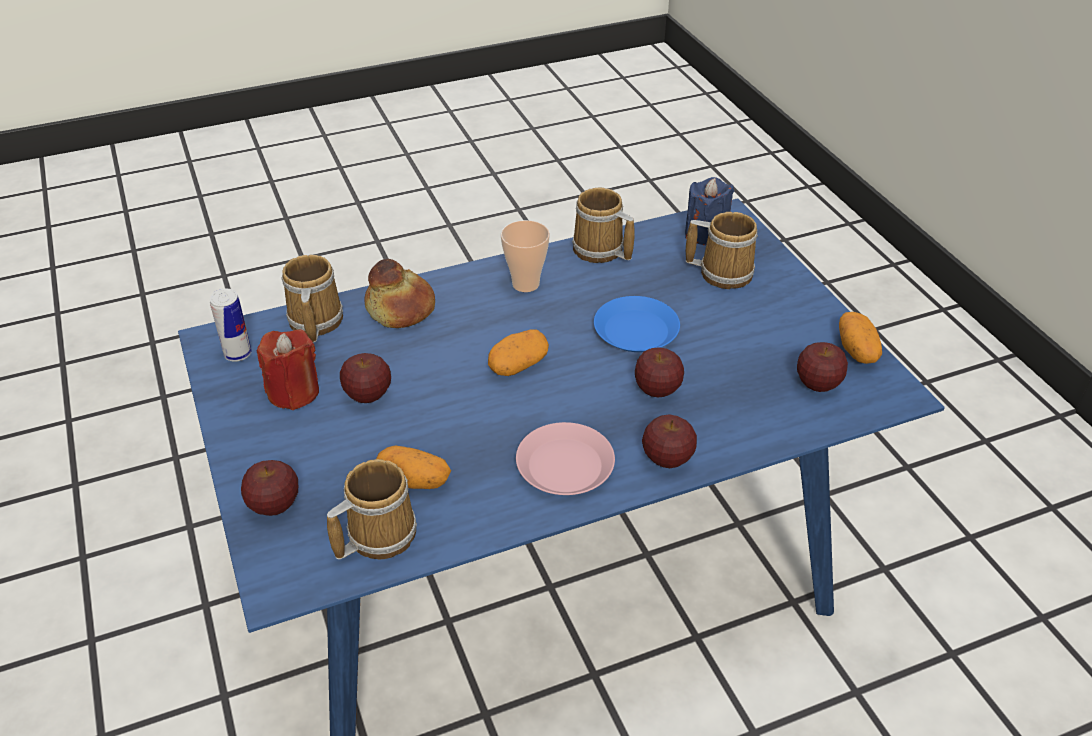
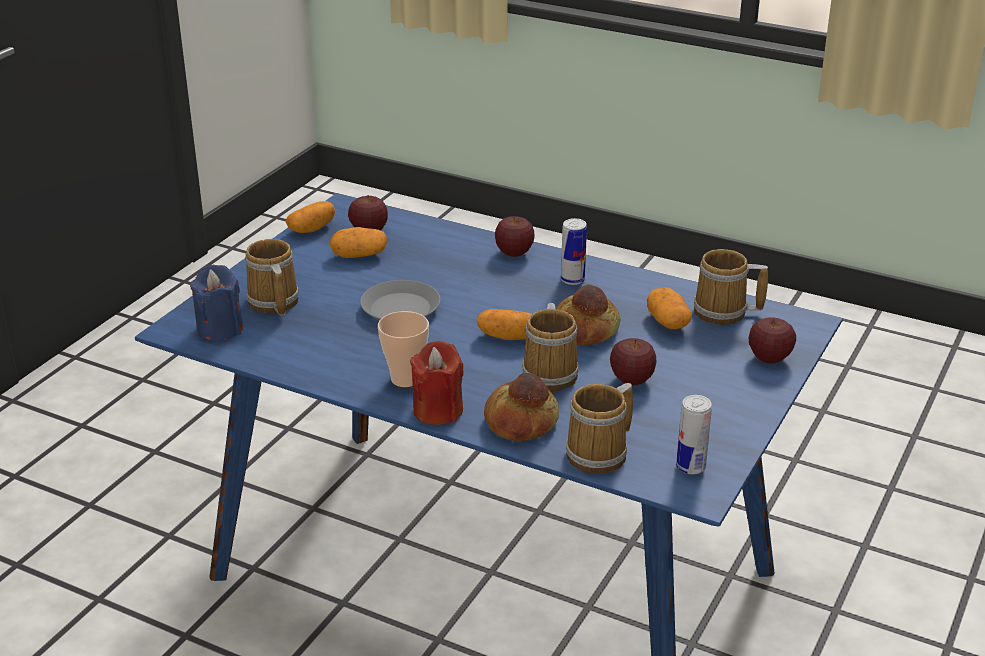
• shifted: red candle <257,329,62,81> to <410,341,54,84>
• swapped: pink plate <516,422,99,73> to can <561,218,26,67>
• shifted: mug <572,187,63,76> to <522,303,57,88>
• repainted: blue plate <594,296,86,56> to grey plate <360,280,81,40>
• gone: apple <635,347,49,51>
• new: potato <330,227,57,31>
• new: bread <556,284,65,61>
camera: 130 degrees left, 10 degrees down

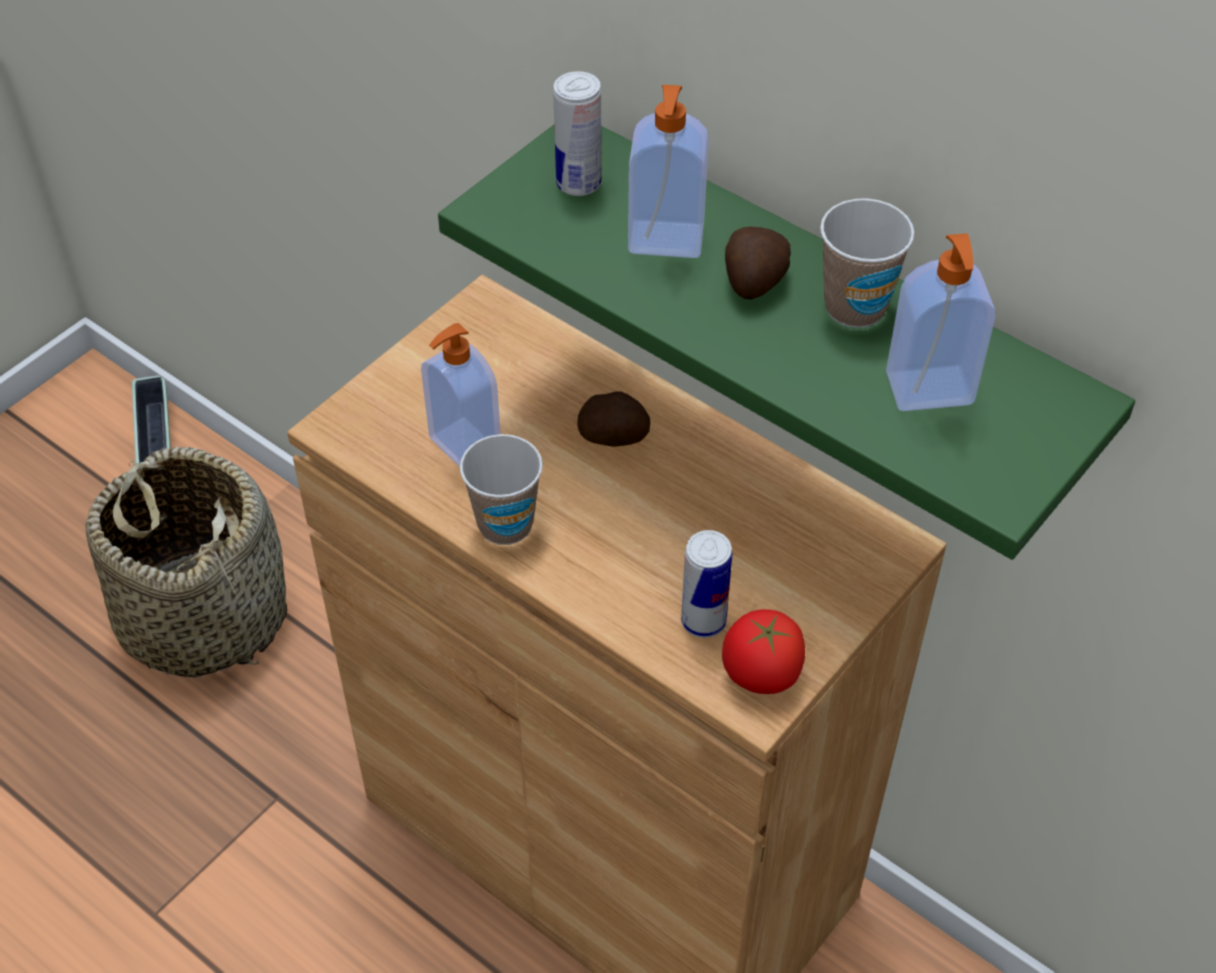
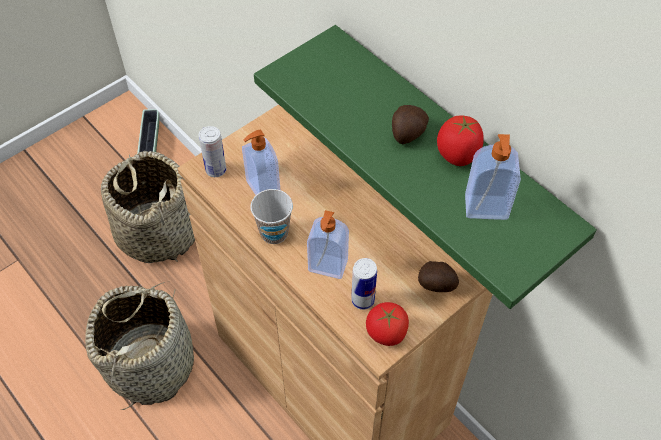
• shifted: can <553,71,49,125> to <199,126,27,51>
• shifted: potato <577,392,73,55> to <418,261,41,31>
• shifted: soap dispenser <628,85,81,173> to <307,210,42,69>
• swapped: cup <820,199,95,129> to tomato <437,116,47,50>
• new: basket <85,282,109,128>
camera: 10 degrees right, 5 degrees up

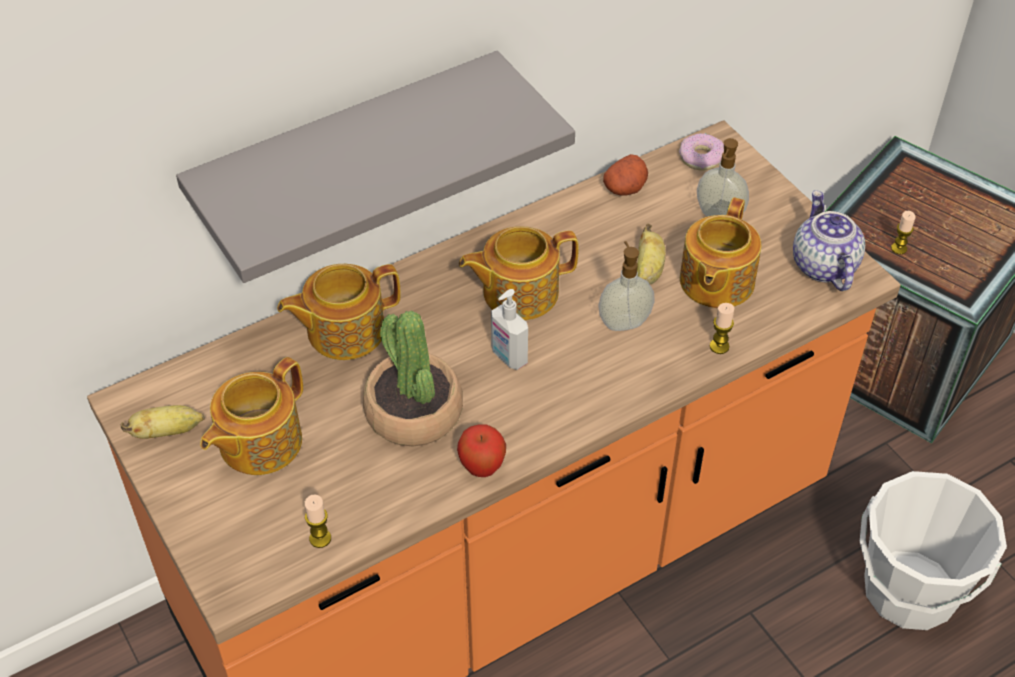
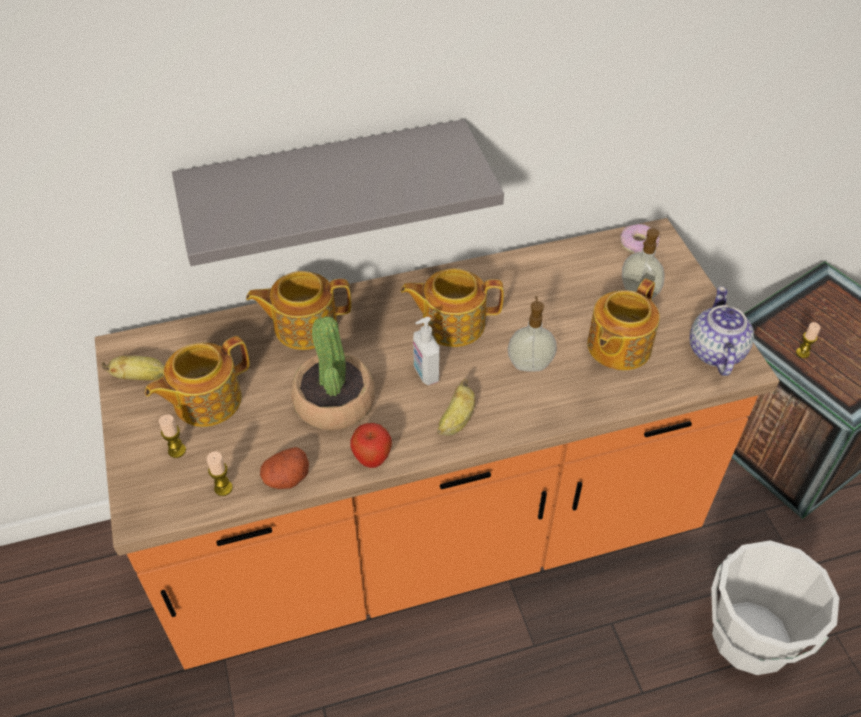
• shifted: potato <603,154,45,42> to <260,447,49,42>
• shifted: banana <637,224,29,60> to <437,378,38,58>
• shifted: candle <710,303,24,51> to <159,414,27,44>
camera: 15 degrees right, 0 degrees up

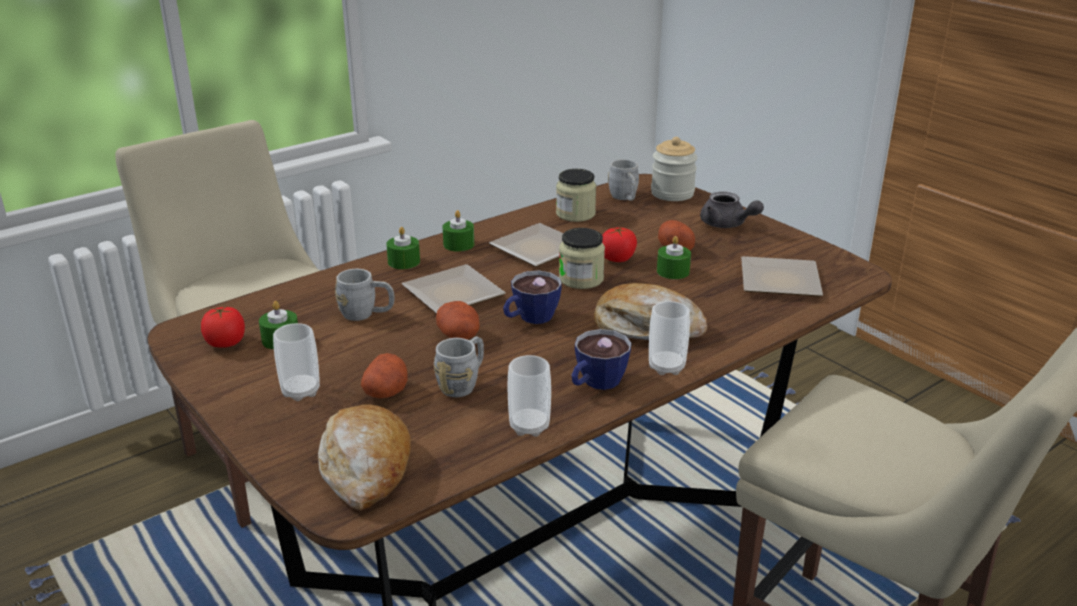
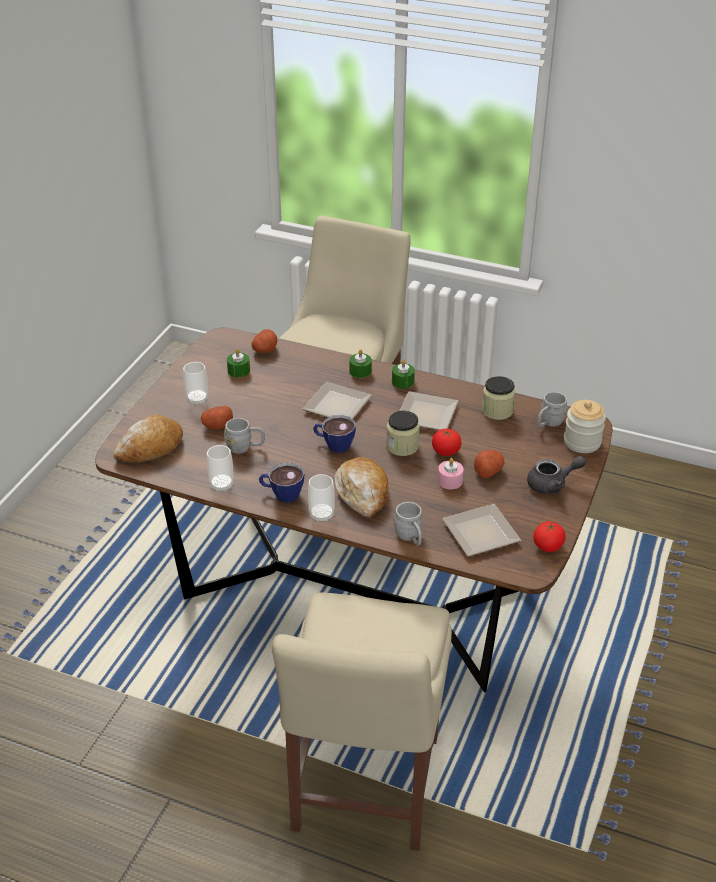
• shifted: tomato <201,305,44,43> to <533,521,33,31>
• shifted: grey mug <335,269,60,52> to <394,502,29,44>
• shifted: potato <436,301,44,39> to <251,329,26,24>
• repainted: green candle <657,236,34,43> to pink candle <438,458,26,31>
• rotated: grey teapot <700,192,64,36> = <527,456,59,38> 120 degrees counterclockwise
camera: 60 degrees right, 10 degrees up

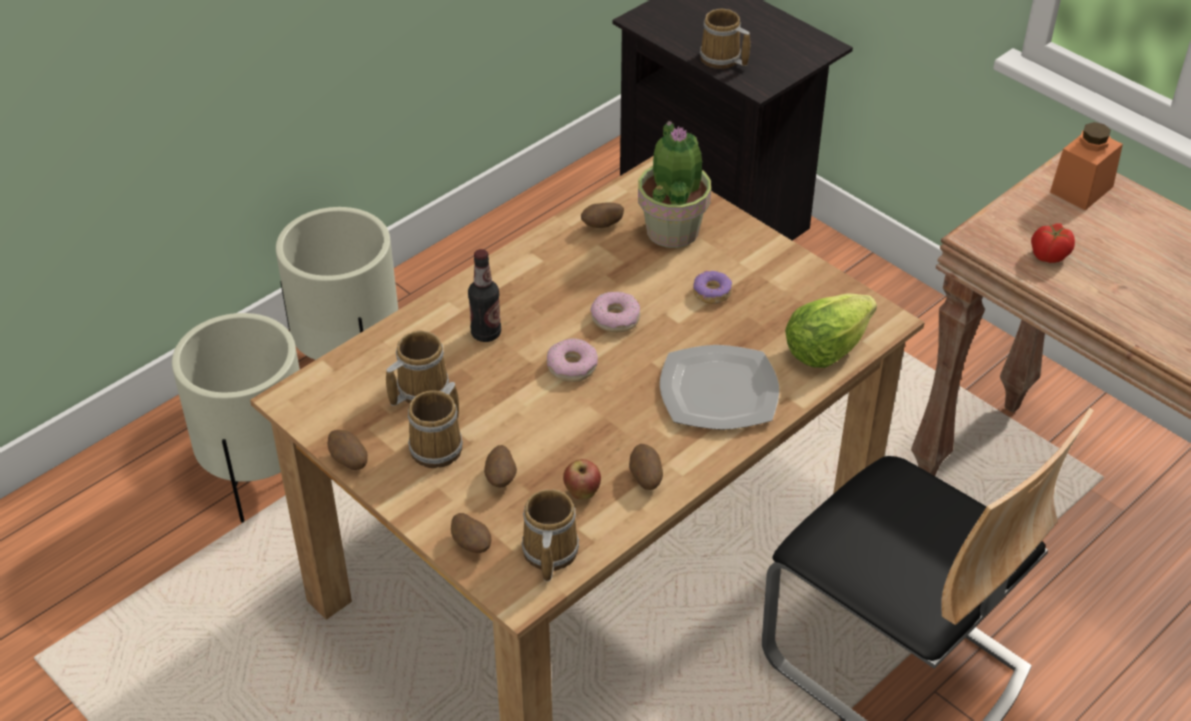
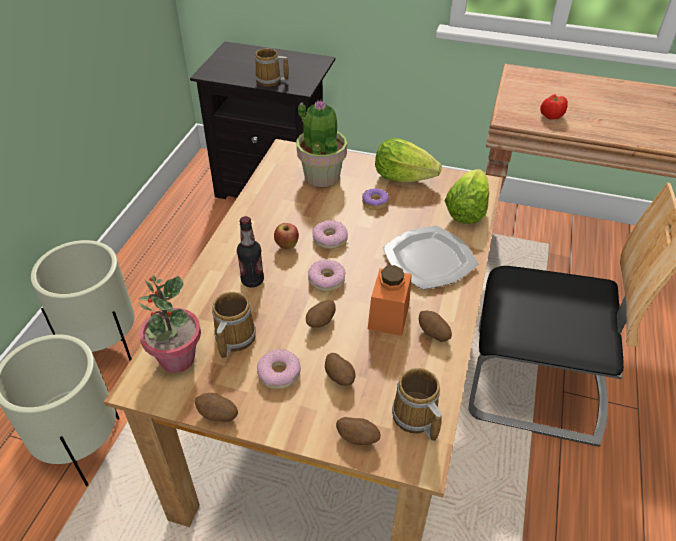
• swapped: mug <408,382,55,86> to donut <257,349,44,40>
• shifted: apple <563,459,38,41> to <274,223,25,26>
• shifted: potato <581,202,43,26> to <306,300,30,28>
• shifted: orange jar <1050,122,73,88> to <368,265,44,71>
• new: potted plant <138,275,63,98>
• new: lettuce <375,138,67,44>
camera: 30 degrees left, 0 degrees up

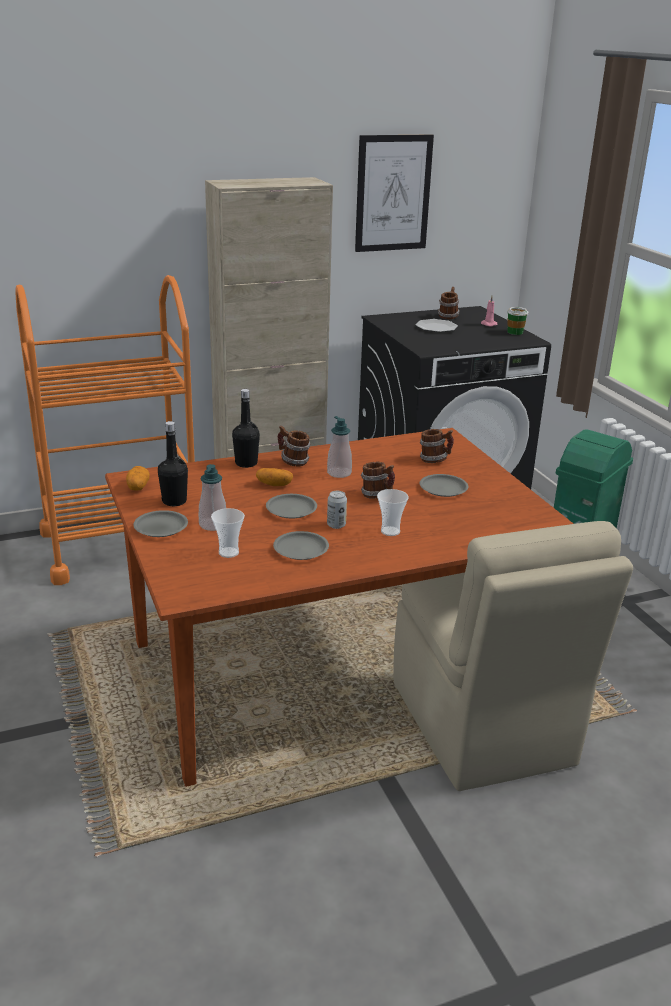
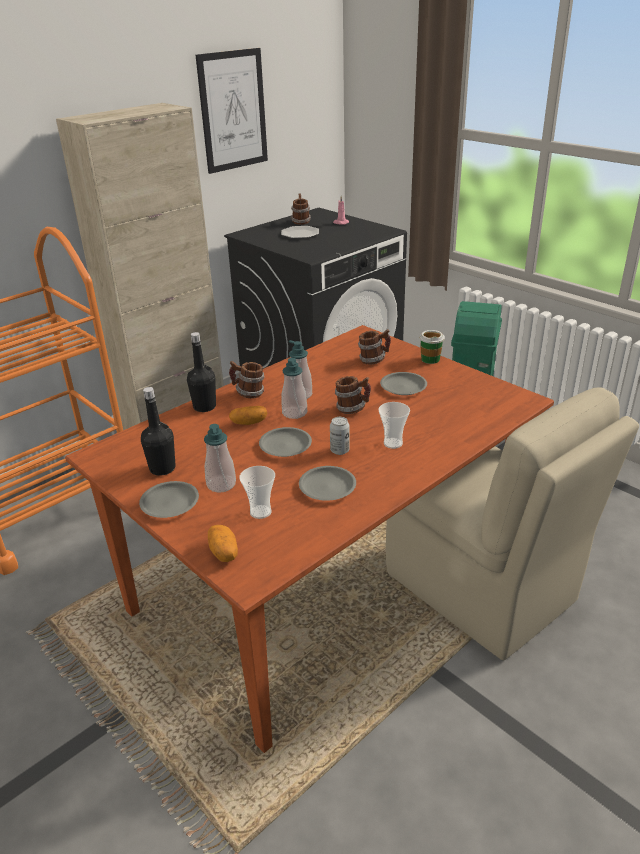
• shifted: potato <126,466,24,25> to <208,525,30,37>
• shifted: cup <507,307,22,28> to <419,330,26,34>
• new: soap dispenser <281,358,26,61>
camera: 20 degrees left, 5 degrees up

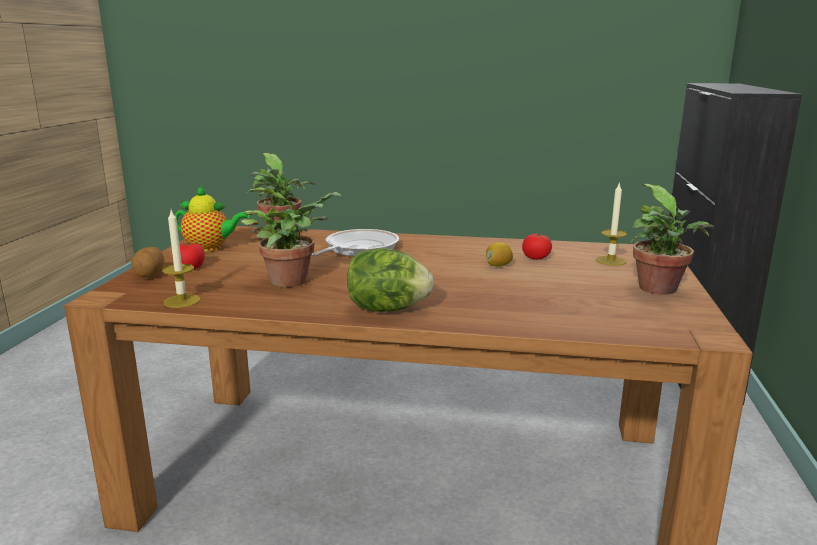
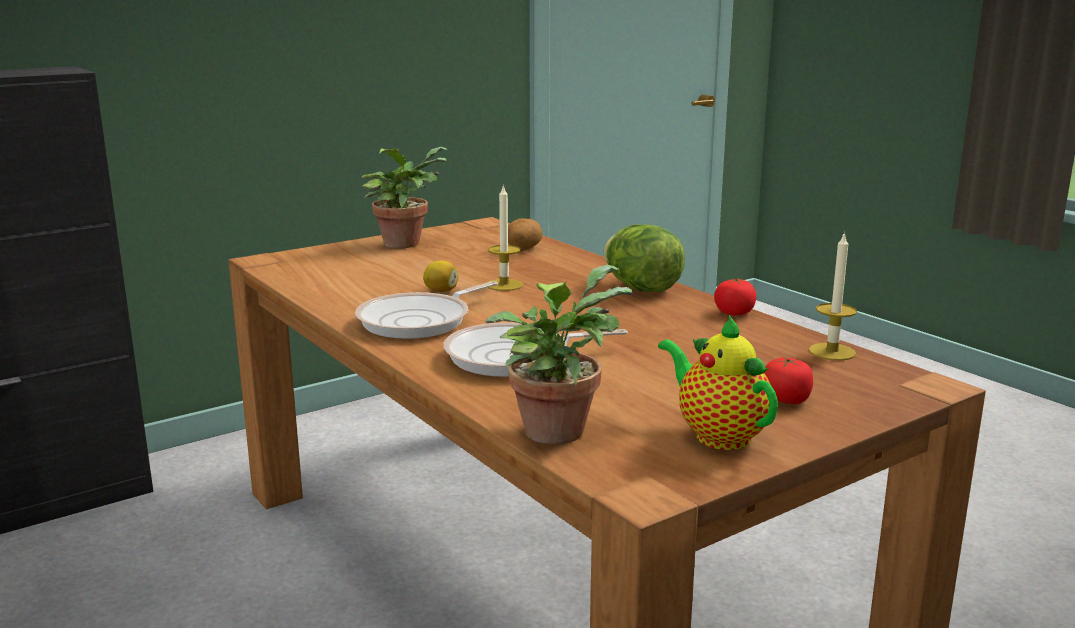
• shifted: potato <131,247,34,31> to <508,218,34,33>
• gone: potted plant <241,187,100,101>
• shifted: tomato <522,234,30,26> to <714,278,43,38>
• shifted: candle <596,184,31,82> to <487,184,36,107>
• new: frying pan <355,281,143,58>
camera: 135 degrees left, 0 degrees up

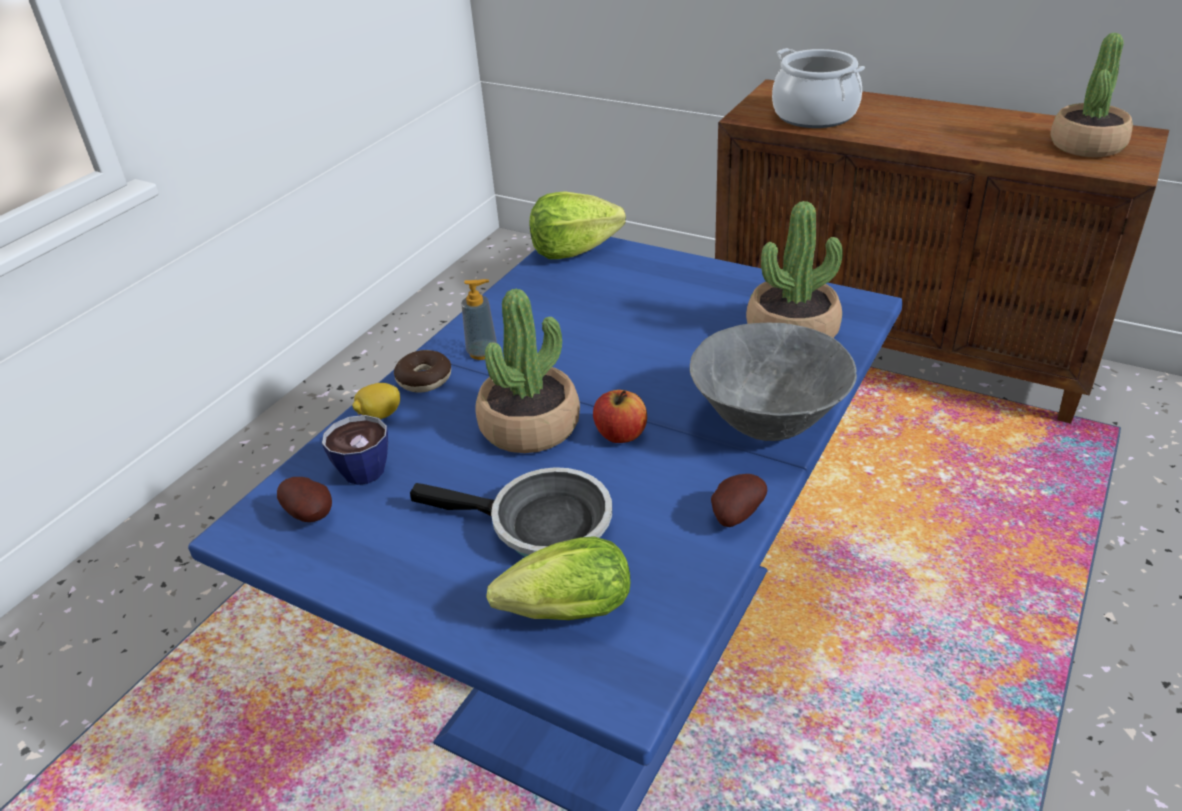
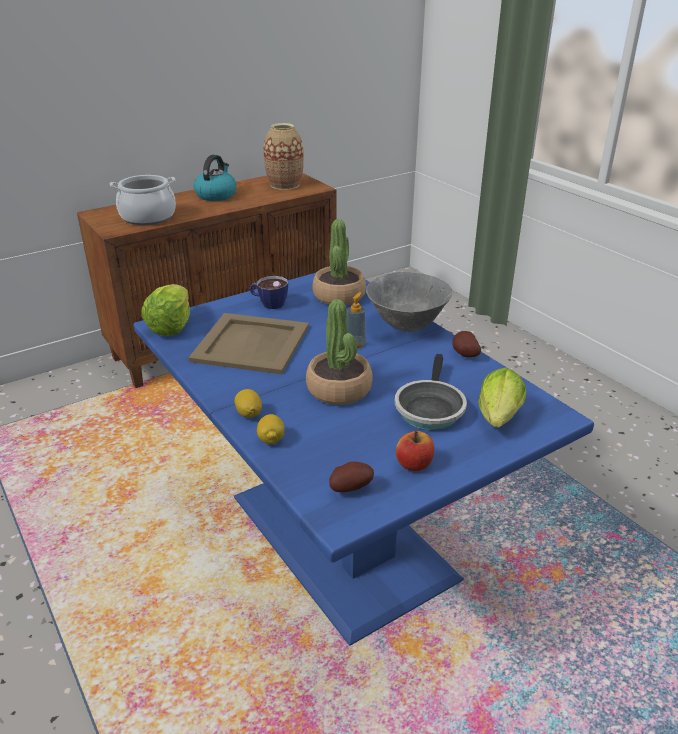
• shifted: cup <322,414,66,71> to <250,276,38,33>
• swapped: donut <394,350,57,43> to lemon <235,389,27,29>
• rotated: frying pan <410,467,202,90> = <395,354,72,76> 150 degrees clockwise
• shifted: soap dispenser <461,279,36,81> to <347,292,19,56>
• shifted: apple <593,390,54,53> to <396,431,38,40>
• swapped: potted plant <1050,33,83,124> to vase <264,123,40,67>
• new: beige tray <188,313,121,61>
• new: kettle <194,155,43,46>
camera: 65 degrees left, 5 degrees down

